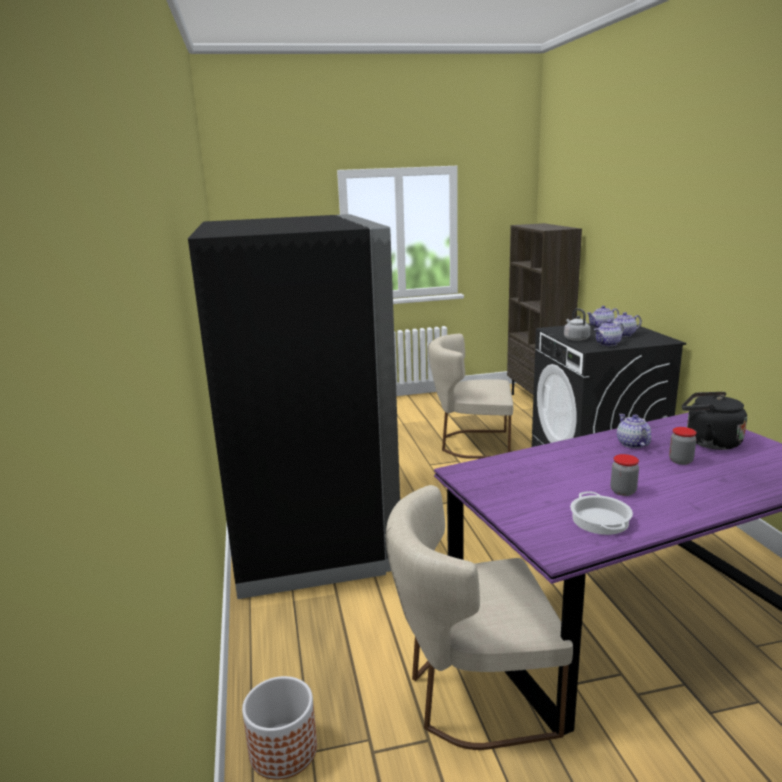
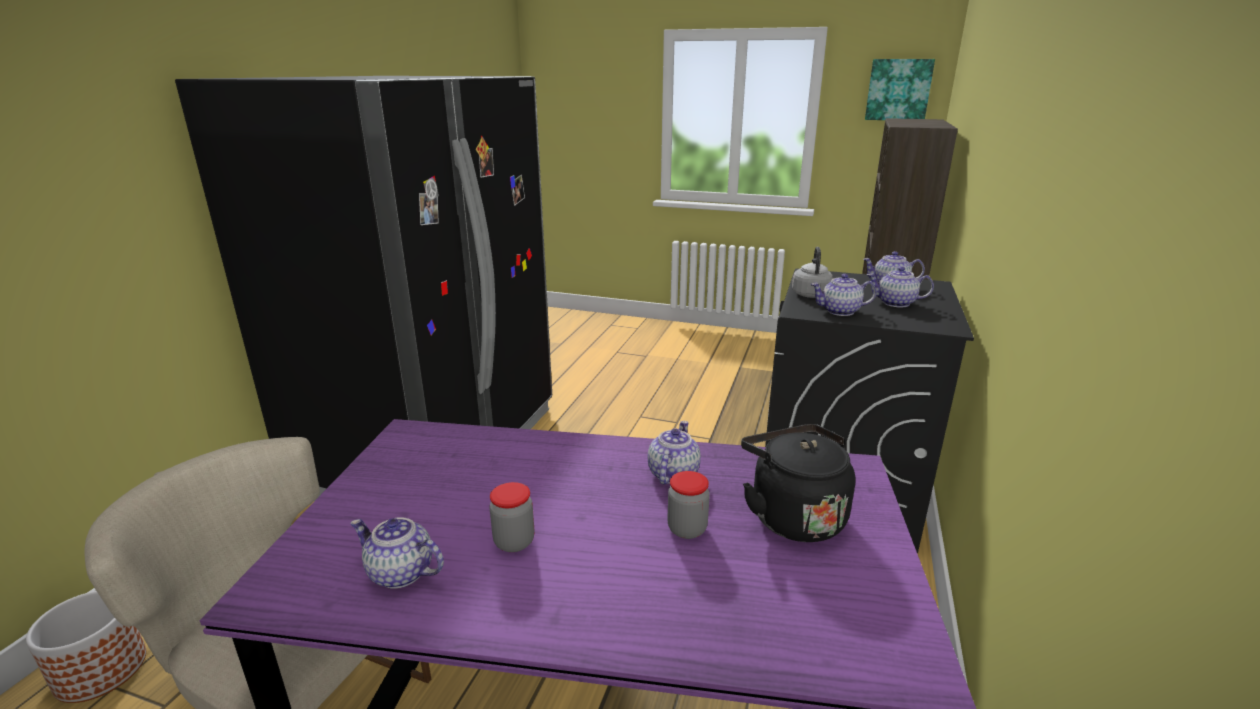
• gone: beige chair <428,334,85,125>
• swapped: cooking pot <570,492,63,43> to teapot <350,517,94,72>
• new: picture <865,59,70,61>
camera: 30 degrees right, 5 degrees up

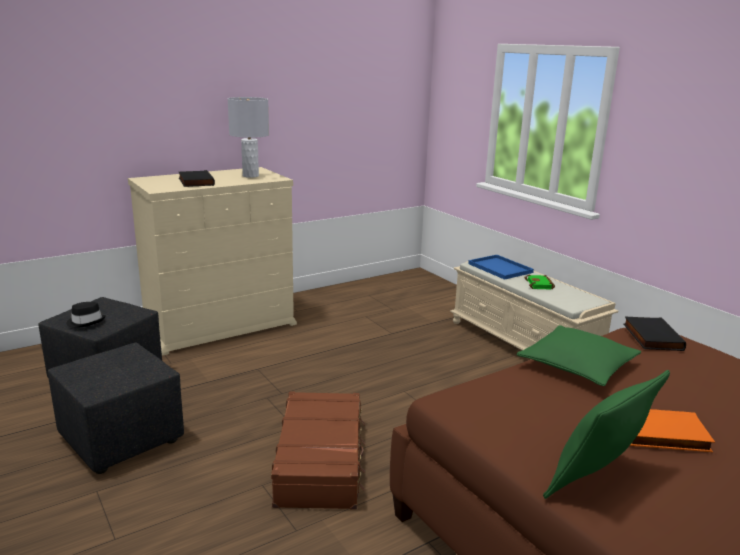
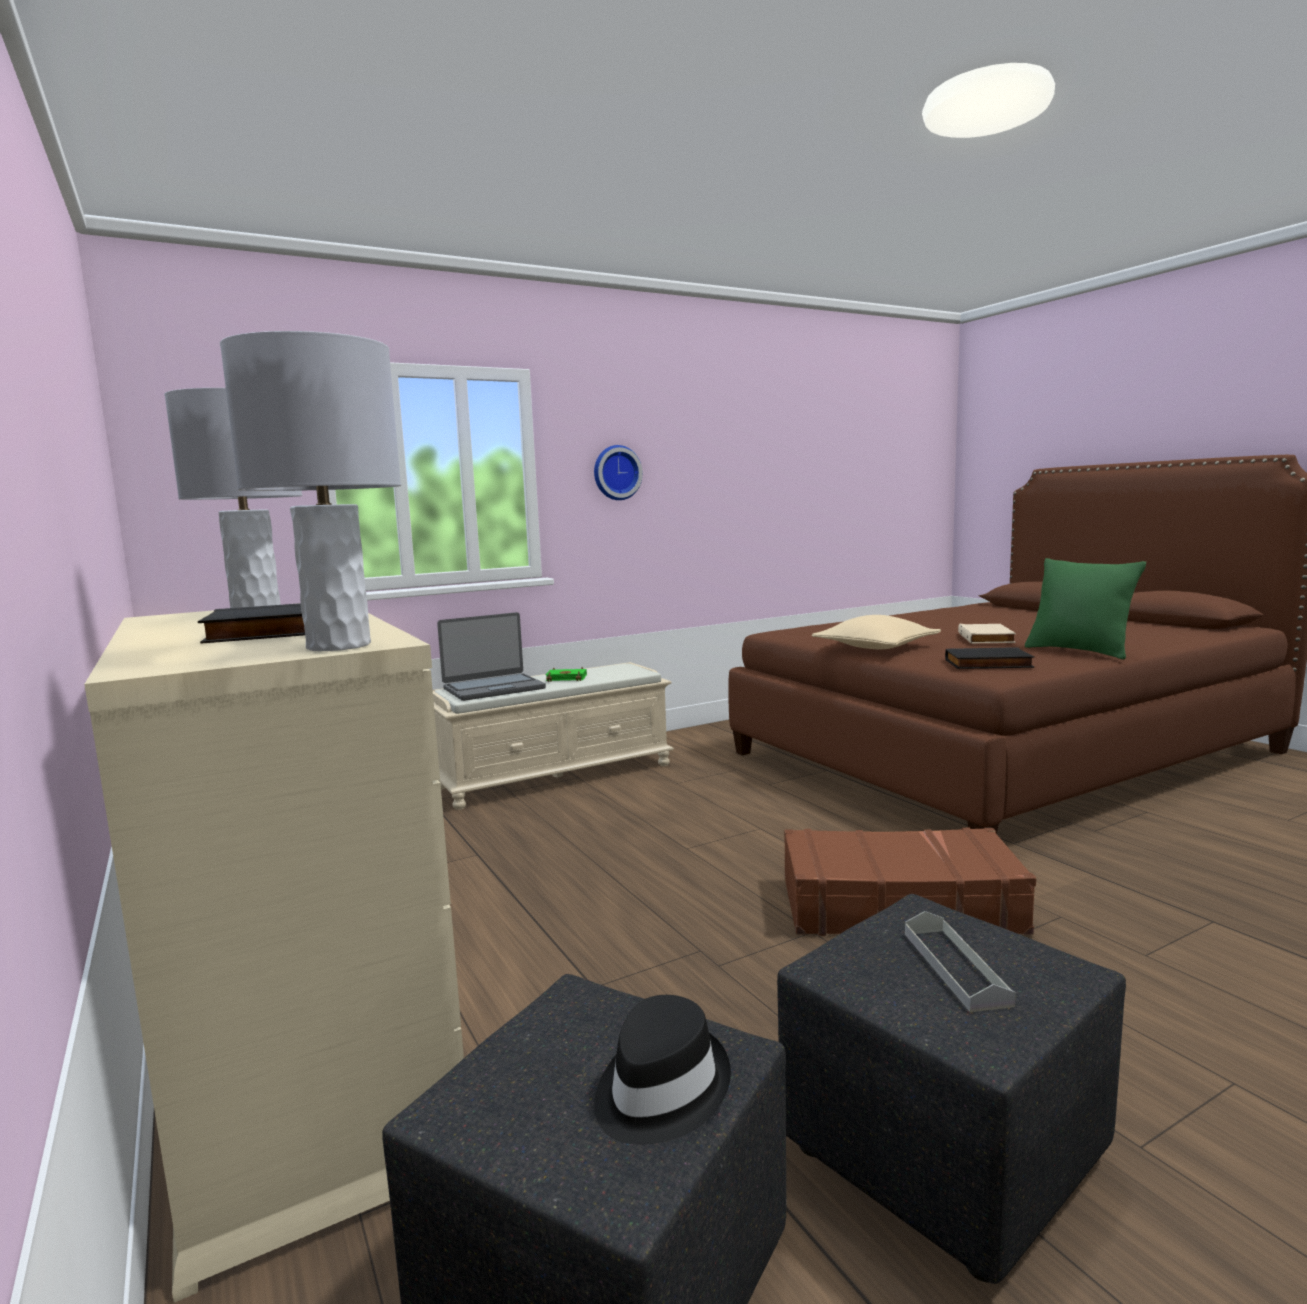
• swapped: blue tray <468,255,66,25> to laptop <437,612,109,89>
• repainted: green pillow <516,325,125,61> to beige pillow <812,615,129,34>
• shifted: black book <623,317,63,34> to <945,647,90,22>
• repainted: orange book <630,409,85,43> to beige book <958,624,58,20>
• new: grey table lamp <220,331,181,320>
• new: wall clock <594,445,49,55>
• new: grey tray <905,911,111,101>
camera: 85 degrees left, 10 degrees down

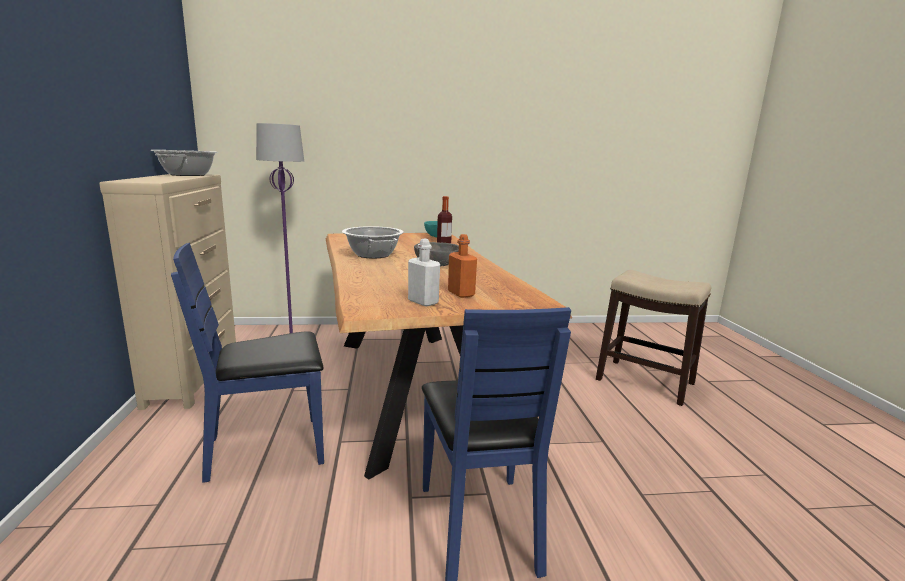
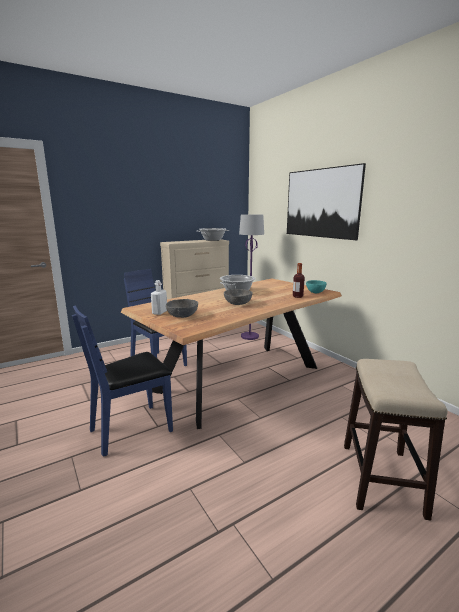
• swapped: orange bottle <448,234,29,64> to grey bowl <166,299,32,19>
• new: picture <287,163,79,77>
camera: 65 degrees right, 0 degrees up

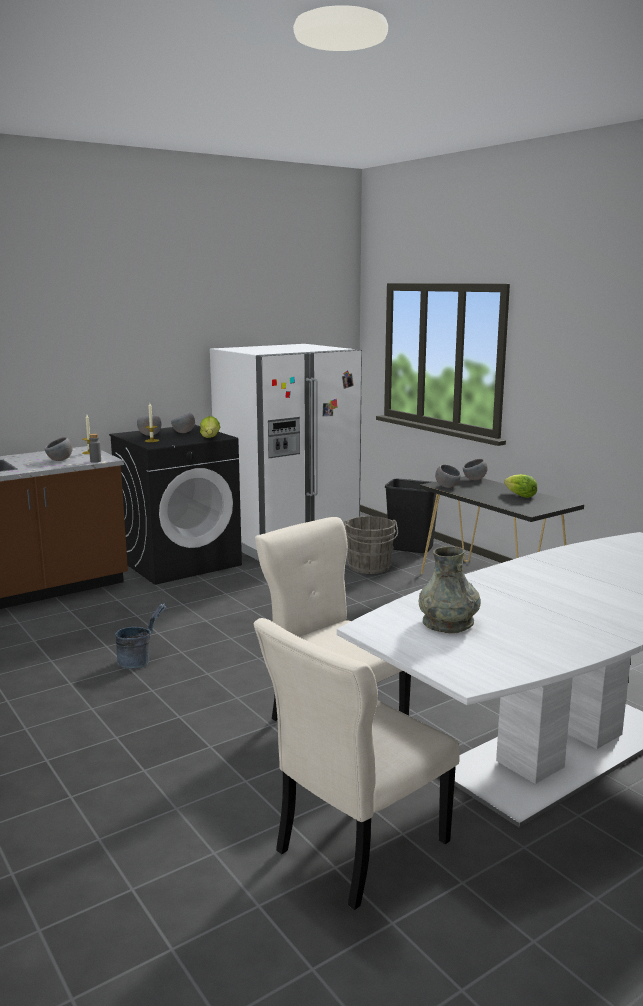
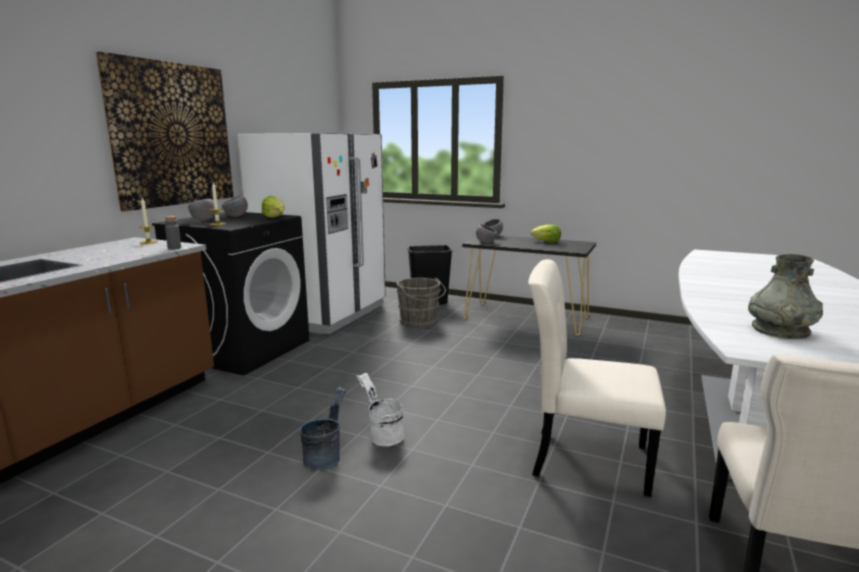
• gone: grey bowl <45,437,28,24>
• new: picture <95,51,139,160>
• new: white bucket <357,373,47,73>
camera: 30 degrees left, 0 degrees up

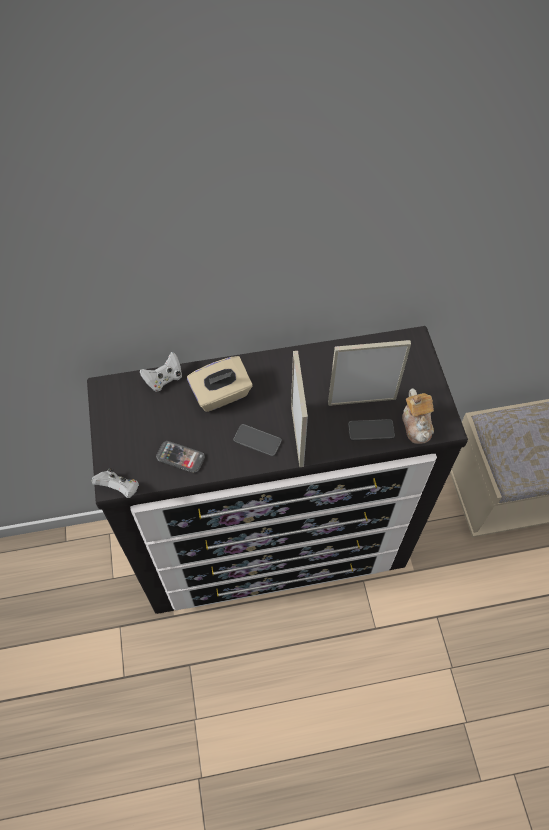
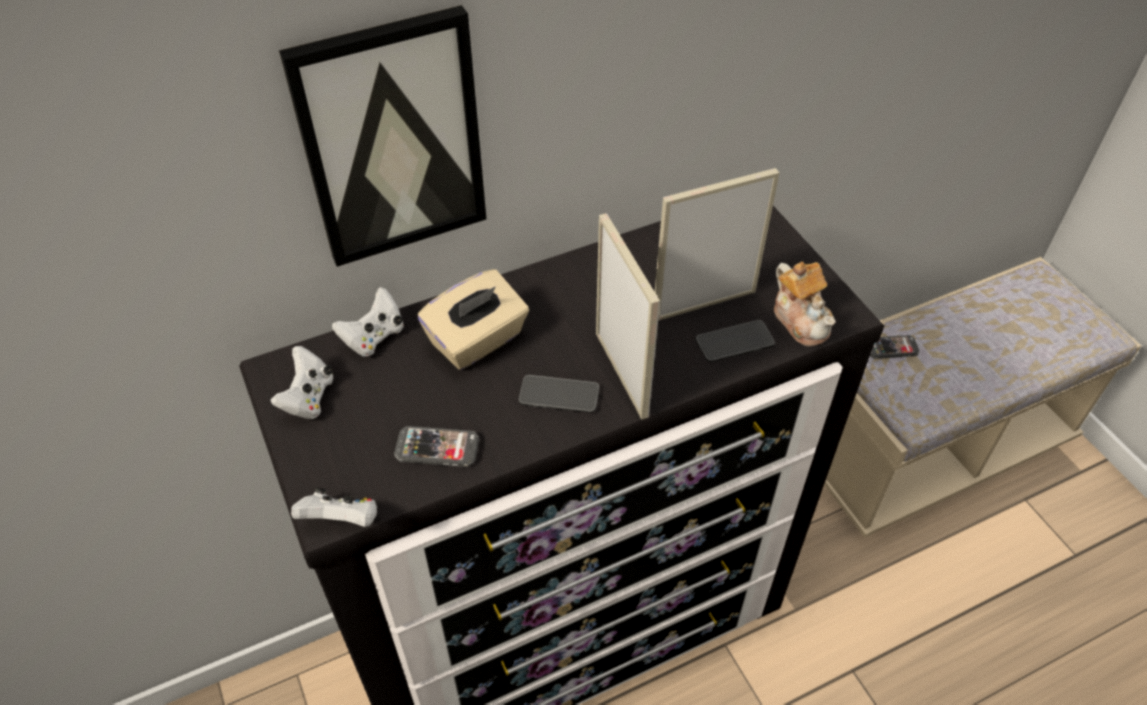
• new: white game controller <270,346,63,73>
• new: picture <279,5,207,262>
• new: phone <870,335,50,24>
camera: 15 degrees left, 10 degrees down

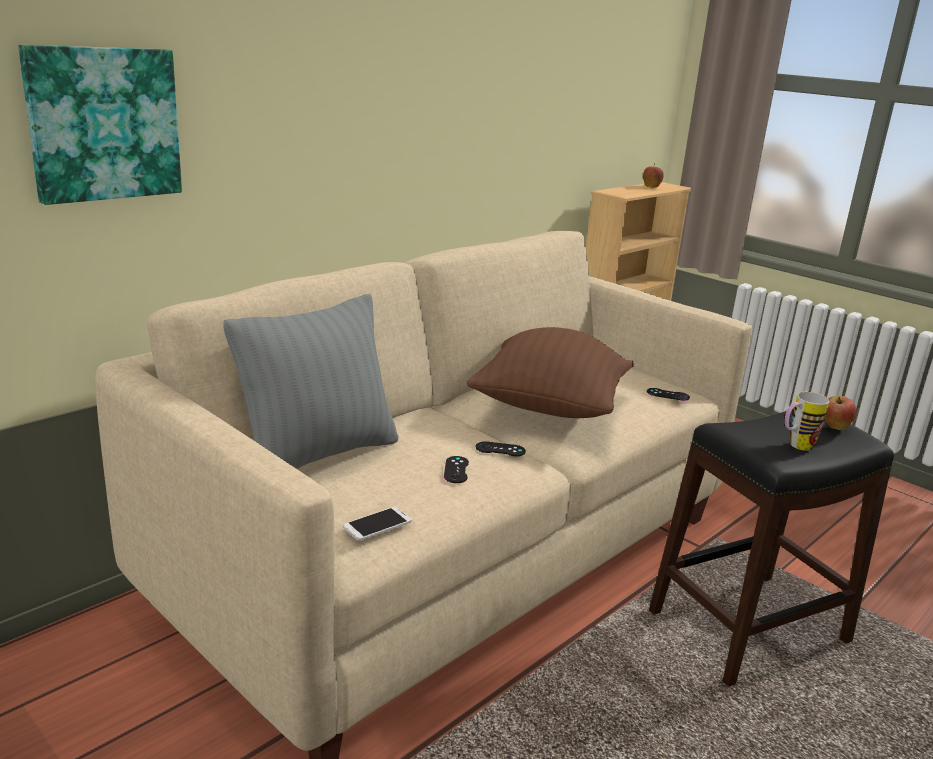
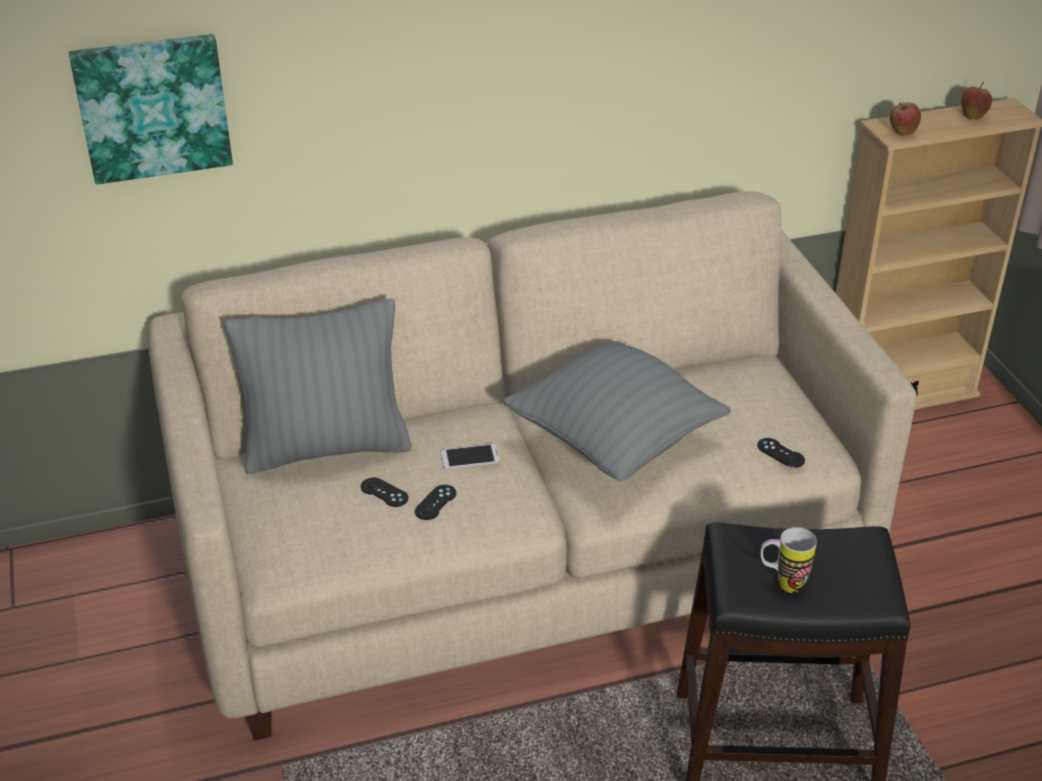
• shifted: phone <343,507,69,34> to <440,444,60,25>
• repainted: brown pillow <467,327,167,91> to grey pillow <503,341,228,140>
• shifted: black game controller <476,441,50,15> to <361,478,47,29>
• shifted: apple <825,396,31,34> to <890,102,31,34>
camera: 30 degrees right, 15 degrees up

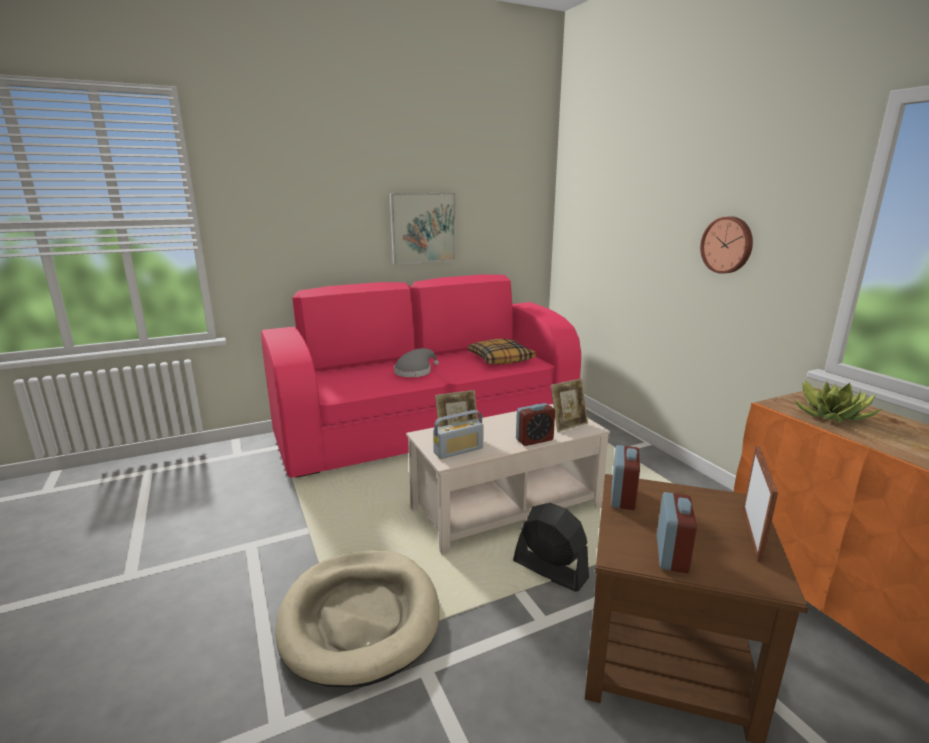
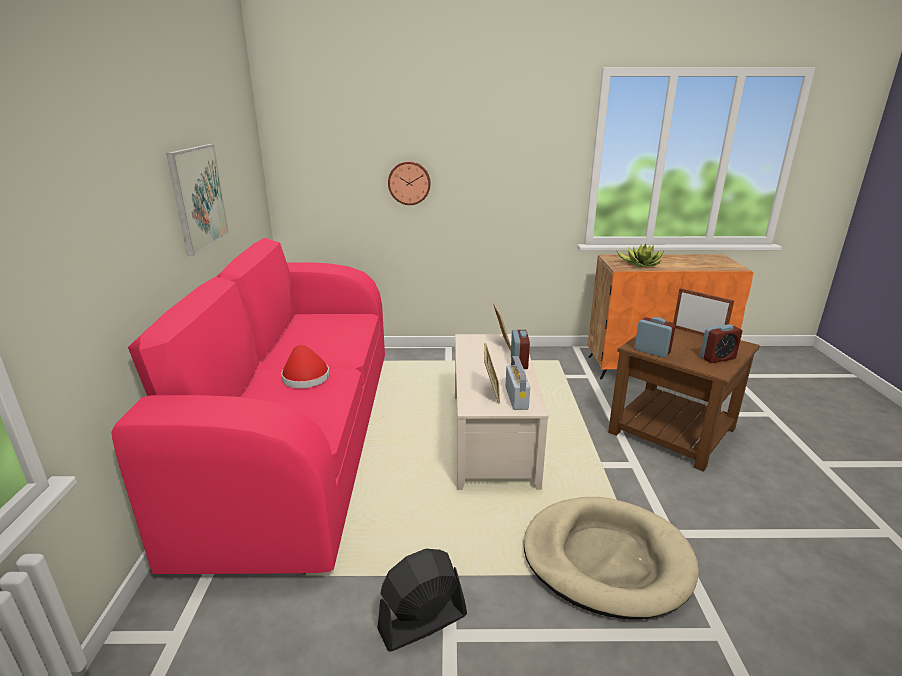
• repainted: grey hat <394,348,45,29> to red hat <281,345,48,43>
• gone: pillow <468,339,68,25>
• shifted: black fan <513,503,76,89> to <377,549,90,103>
• rotated: alarm clock <657,492,40,81> = <700,324,42,39> 120 degrees clockwise
• shifted: wall clock <700,216,53,58> to <388,161,43,44>
camera: 65 degrees left, 5 degrees up

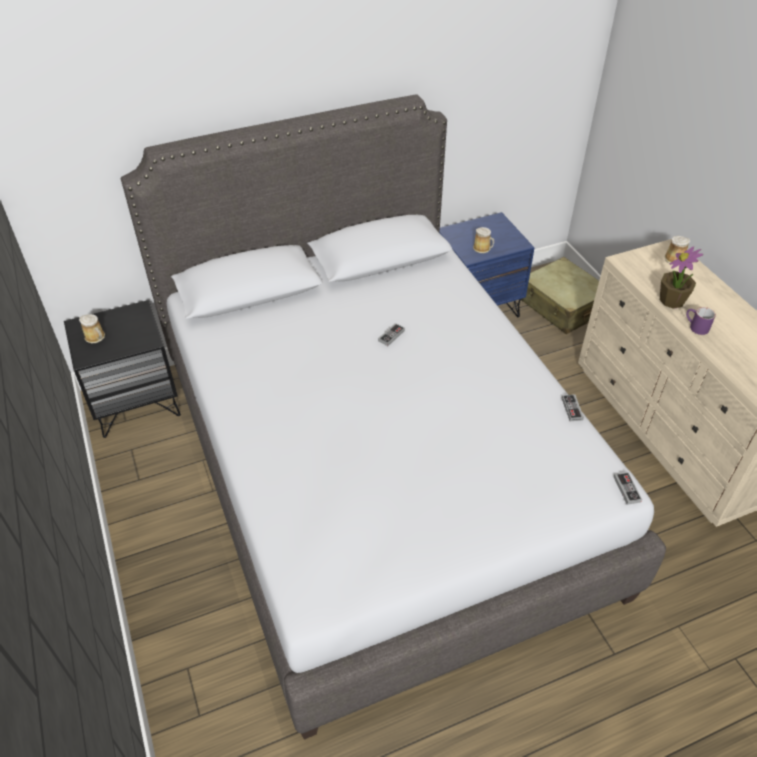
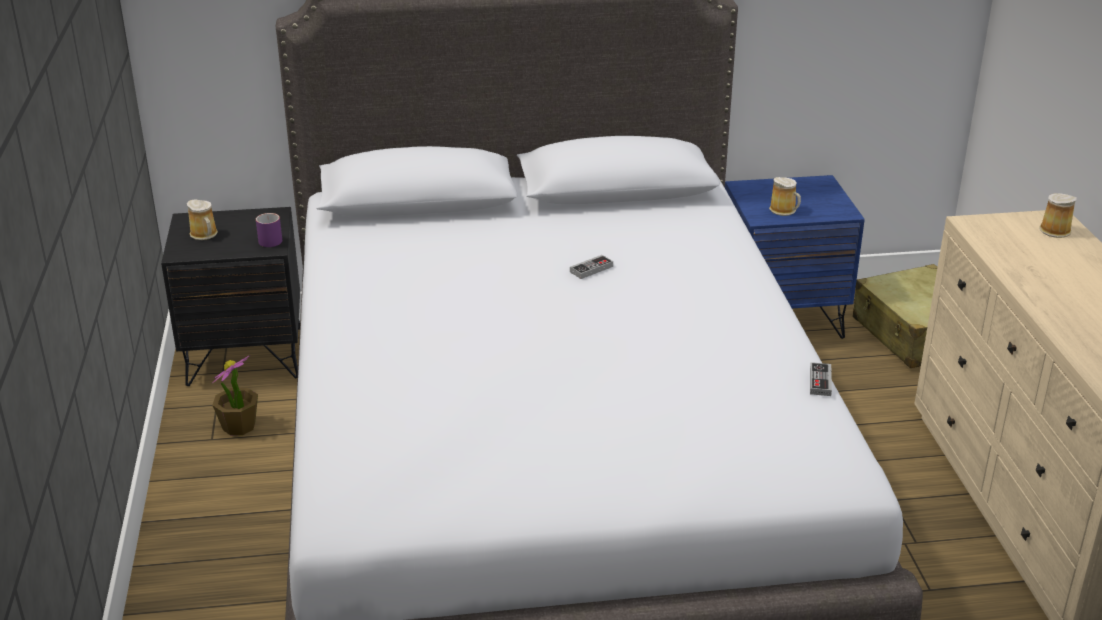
• gone: game controller <614,472,28,33>
• shifted: potted plant <660,246,43,63> to <212,355,46,80>
• shifted: purple mug <686,307,30,28> to <256,213,26,34>
camera: 15 degrees right, 15 degrees down

